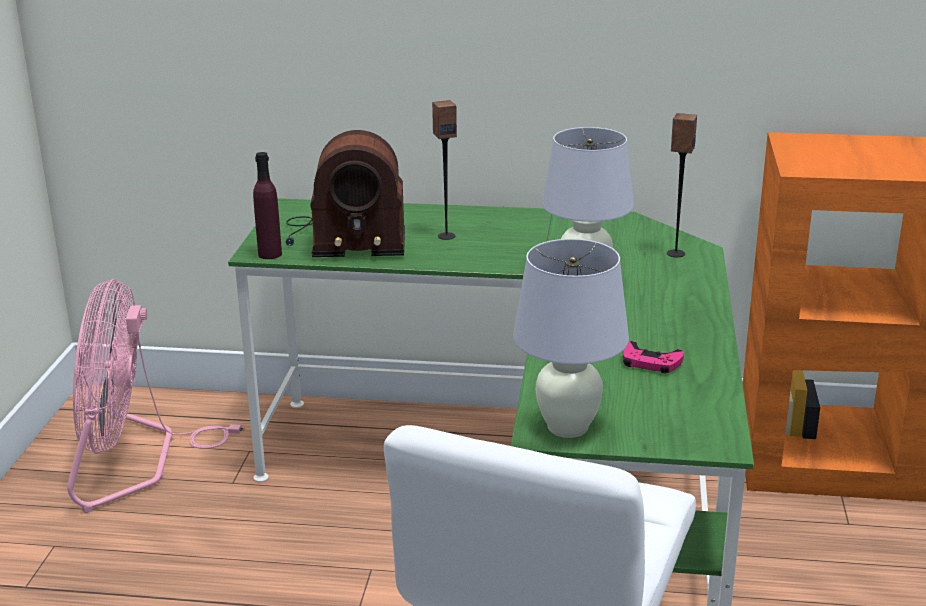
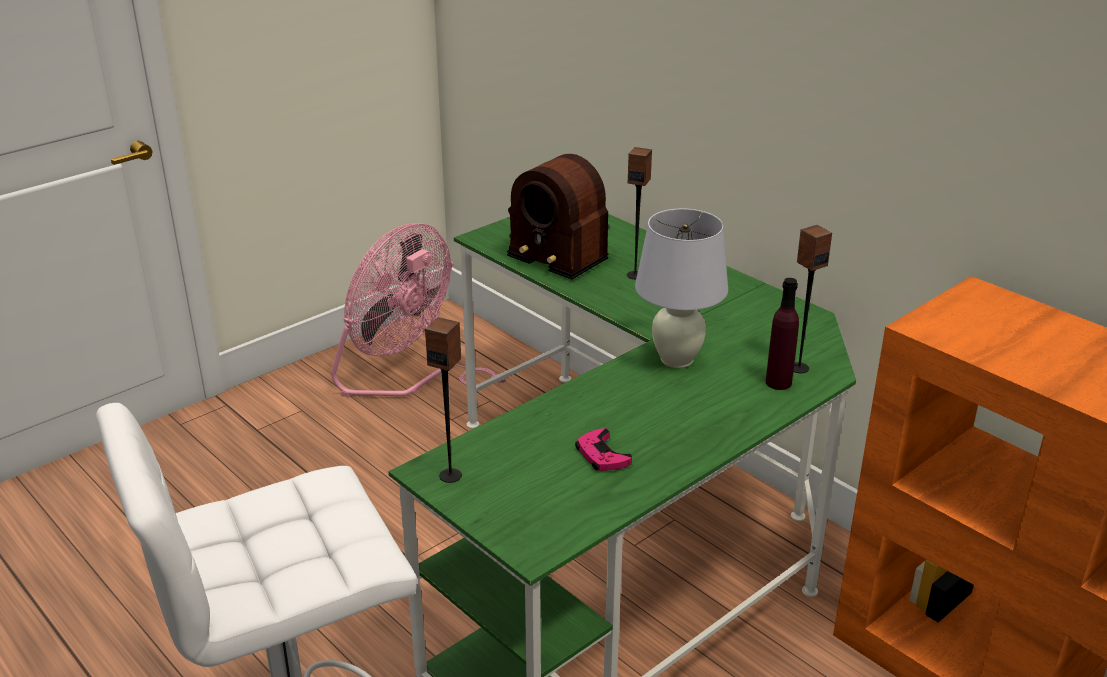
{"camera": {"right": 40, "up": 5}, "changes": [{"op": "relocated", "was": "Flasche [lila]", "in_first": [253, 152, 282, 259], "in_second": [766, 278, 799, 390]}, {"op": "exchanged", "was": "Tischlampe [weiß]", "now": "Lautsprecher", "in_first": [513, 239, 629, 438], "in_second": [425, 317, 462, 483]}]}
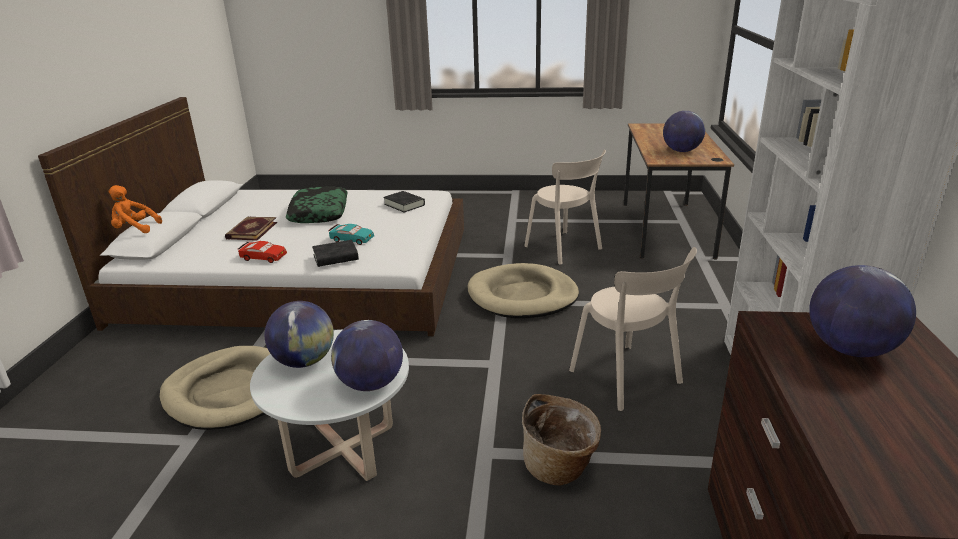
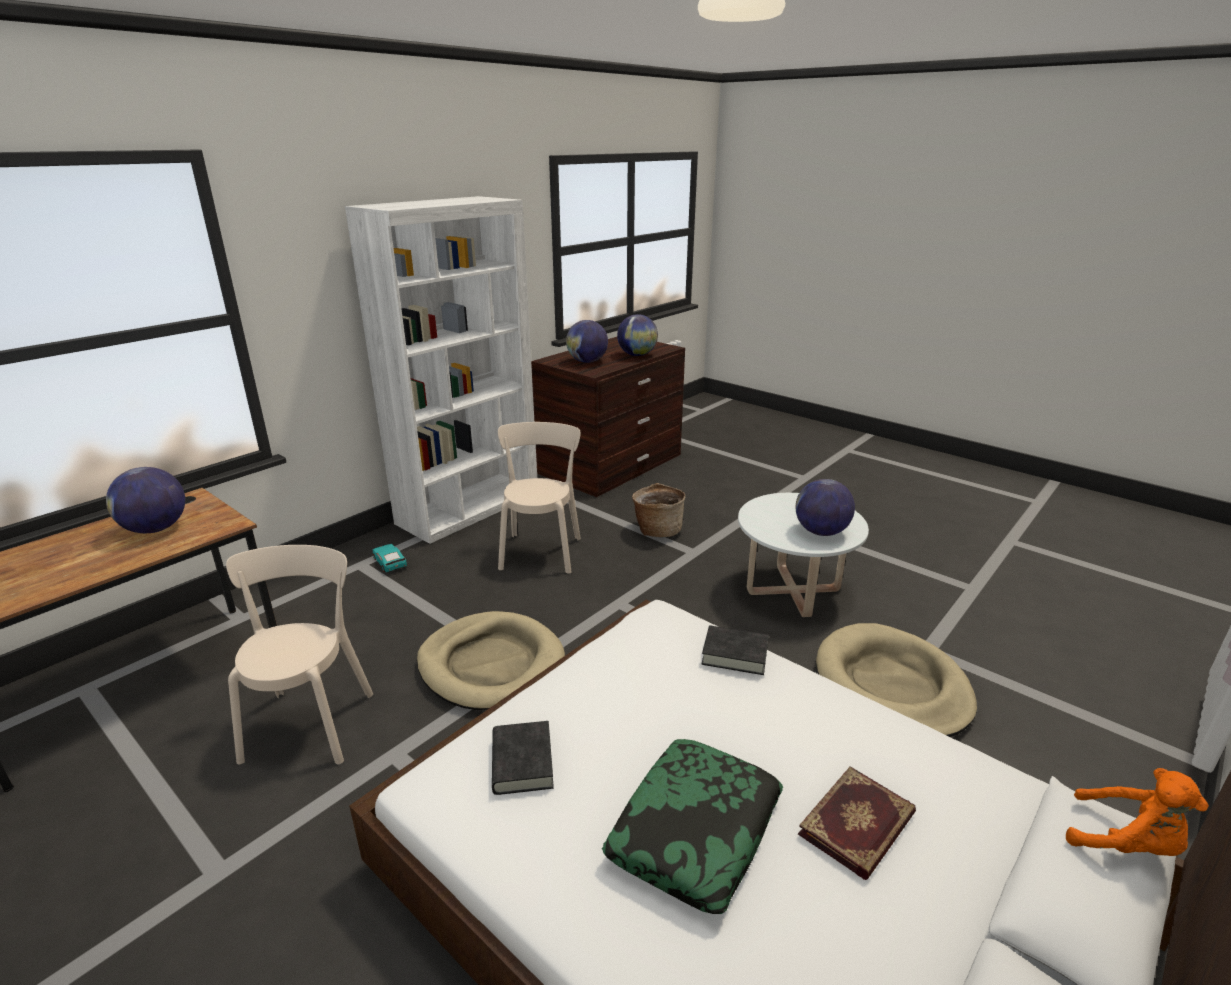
{"camera": {"right": -145, "up": 0}, "changes": [{"op": "missing", "was": "Spielzeugauto [rot]", "in_first": [238, 241, 287, 263]}, {"op": "relocated", "was": "Spielzeugauto [türkis]", "in_first": [328, 224, 374, 245], "in_second": [373, 544, 407, 572]}, {"op": "relocated", "was": "Globus", "in_first": [331, 320, 403, 391], "in_second": [617, 314, 658, 356]}]}
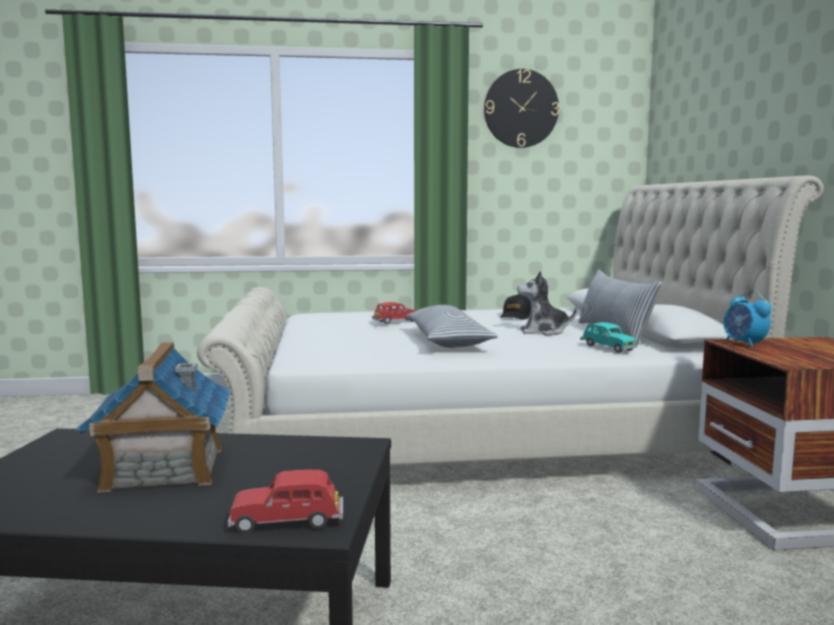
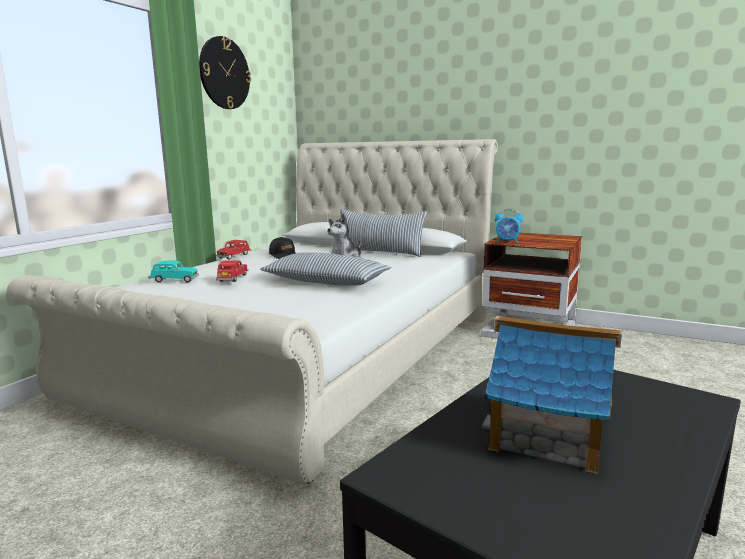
{"camera": {"right": -55, "up": 5}, "changes": [{"op": "relocated", "was": "Spielzeugauto [rot]", "in_first": [228, 470, 343, 533], "in_second": [216, 240, 251, 259]}, {"op": "relocated", "was": "Spielzeugauto [türkis]", "in_first": [580, 322, 637, 353], "in_second": [148, 261, 199, 282]}]}
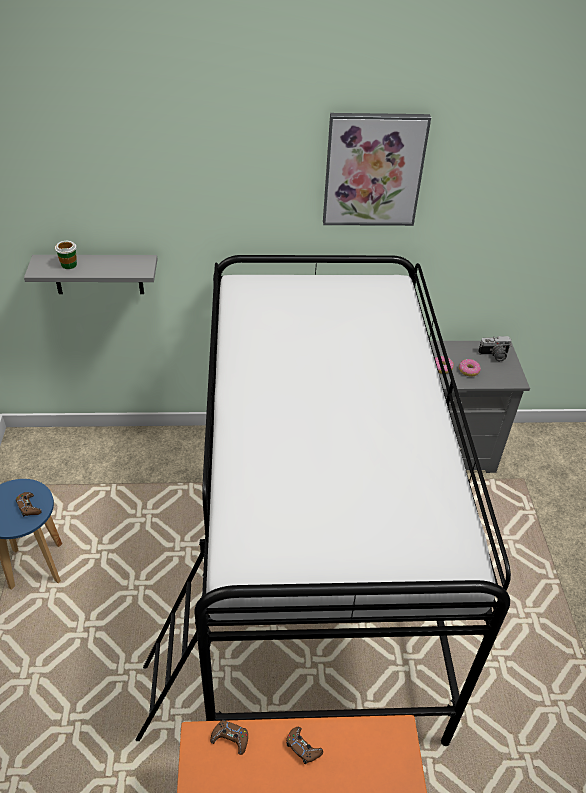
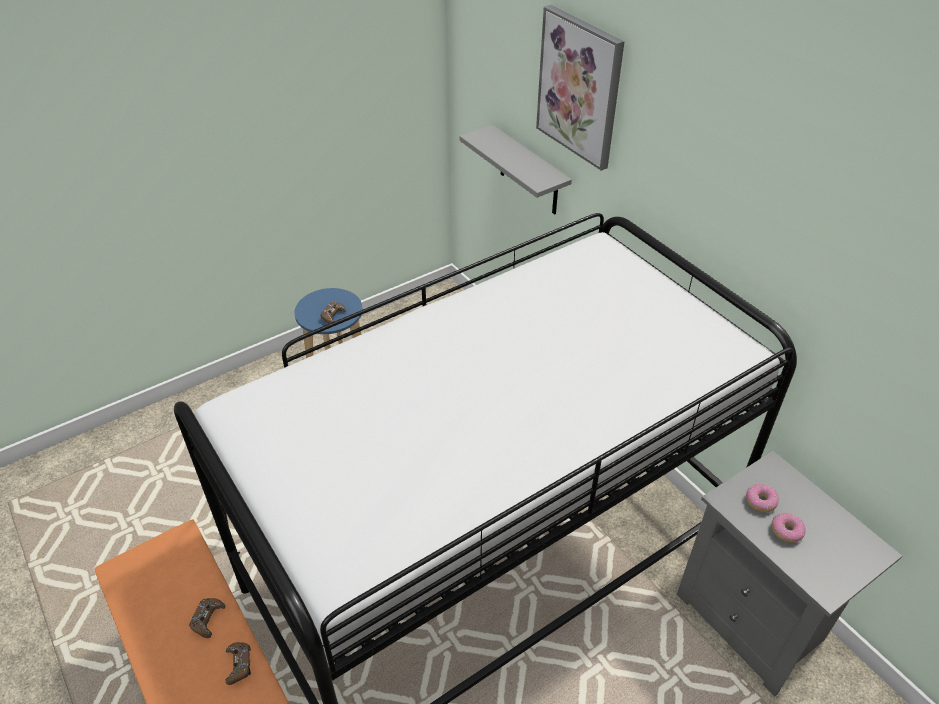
{"camera": {"right": 60, "up": 0}, "changes": [{"op": "missing", "was": "Tasse", "in_first": [55, 241, 77, 269]}, {"op": "missing", "was": "Kamera", "in_first": [478, 336, 512, 361]}, {"op": "relocated", "was": "Gamepad [braun]", "in_first": [210, 720, 248, 755], "in_second": [225, 642, 251, 685]}, {"op": "relocated", "was": "Bild", "in_first": [323, 113, 431, 226], "in_second": [536, 5, 625, 171]}]}
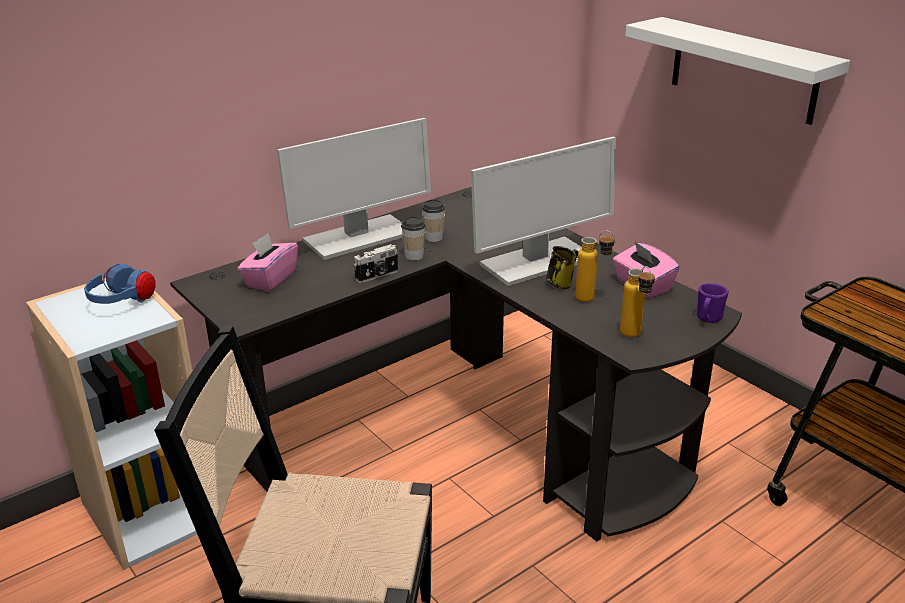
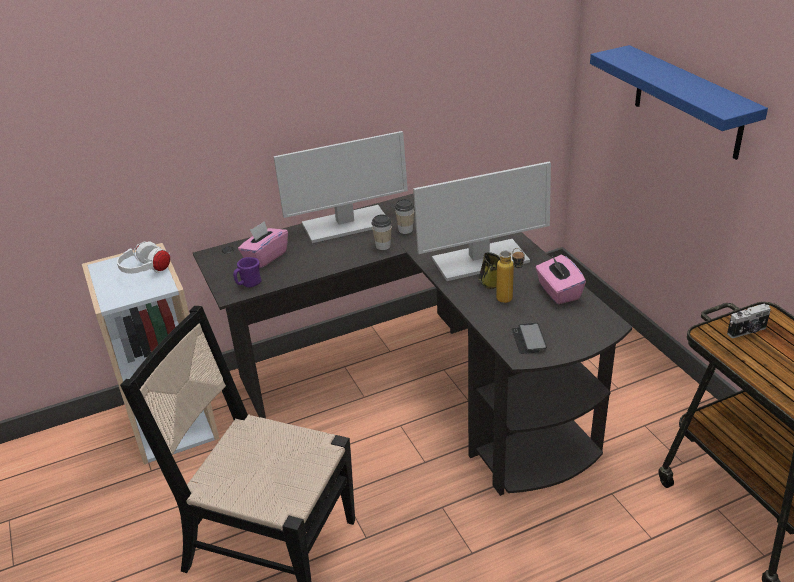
{"camera": {"right": 15, "up": 5}, "changes": [{"op": "relocated", "was": "Kamera", "in_first": [354, 244, 398, 283], "in_second": [727, 304, 771, 338]}, {"op": "relocated", "was": "Henkelbecher [lila]", "in_first": [697, 284, 729, 323], "in_second": [233, 257, 262, 288]}, {"op": "exchanged", "was": "Flasche", "now": "Handy", "in_first": [620, 266, 655, 337], "in_second": [512, 323, 547, 354]}, {"op": "colour", "was": "Kopfhörer [blau]", "now": "Kopfhörer [weiß]", "in_first": [84, 264, 155, 304], "in_second": [117, 241, 170, 274]}, {"op": "colour", "was": "Wandregal [weiß]", "now": "Wandregal [blau]", "in_first": [625, 17, 850, 125], "in_second": [590, 45, 768, 160]}]}
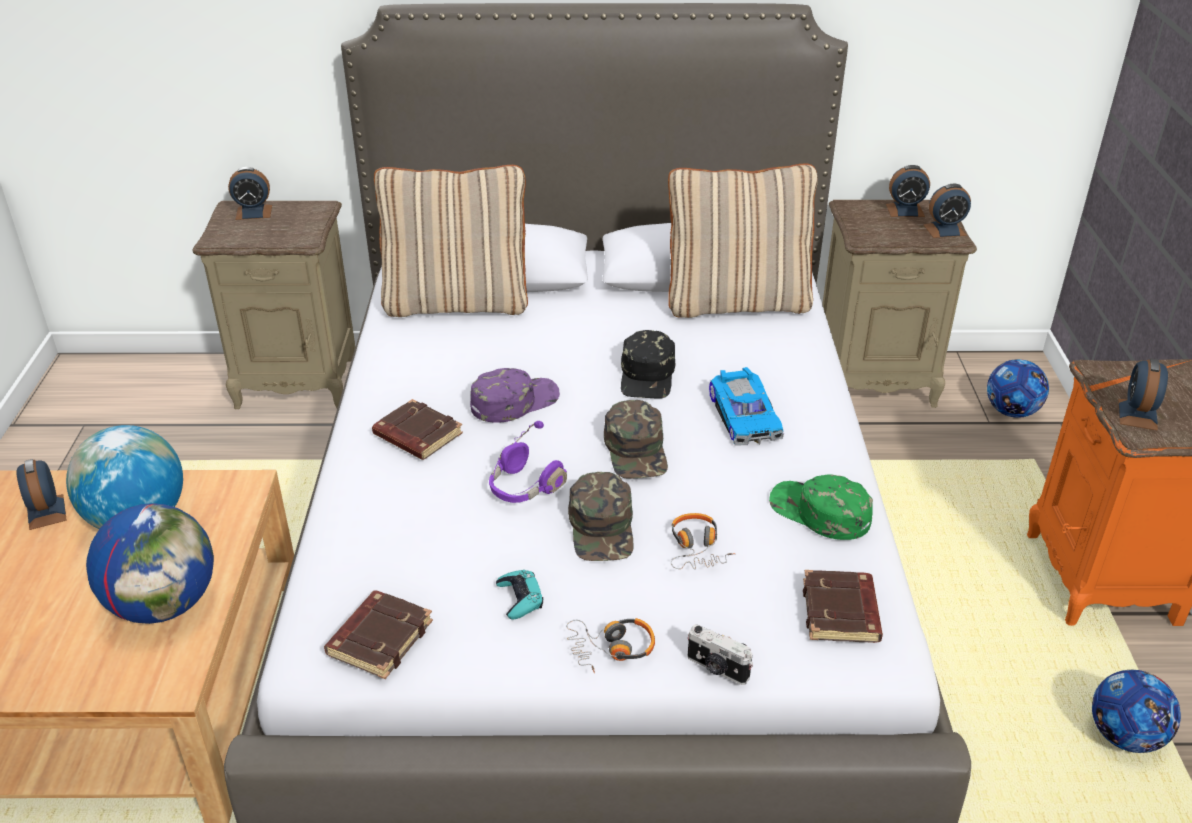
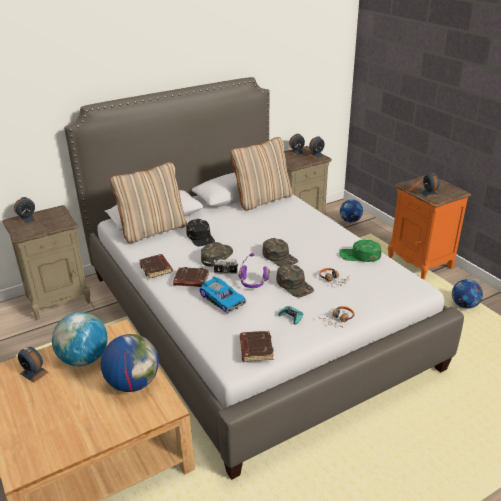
{"camera": {"right": -30, "up": -5}, "changes": [{"op": "relocated", "was": "Kappe [schwarz]", "in_first": [621, 330, 675, 398], "in_second": [186, 219, 215, 247]}, {"op": "relocated", "was": "Kamera", "in_first": [687, 624, 753, 685], "in_second": [213, 259, 238, 274]}, {"op": "relocated", "was": "Spielzeugauto", "in_first": [709, 367, 784, 446], "in_second": [200, 276, 246, 313]}, {"op": "relocated", "was": "Buch [braun]", "in_first": [803, 570, 883, 643], "in_second": [139, 254, 173, 279]}, {"op": "colour", "was": "Kappe [lila]", "now": "Kappe [grün]", "in_first": [470, 368, 560, 423], "in_second": [201, 242, 233, 267]}]}
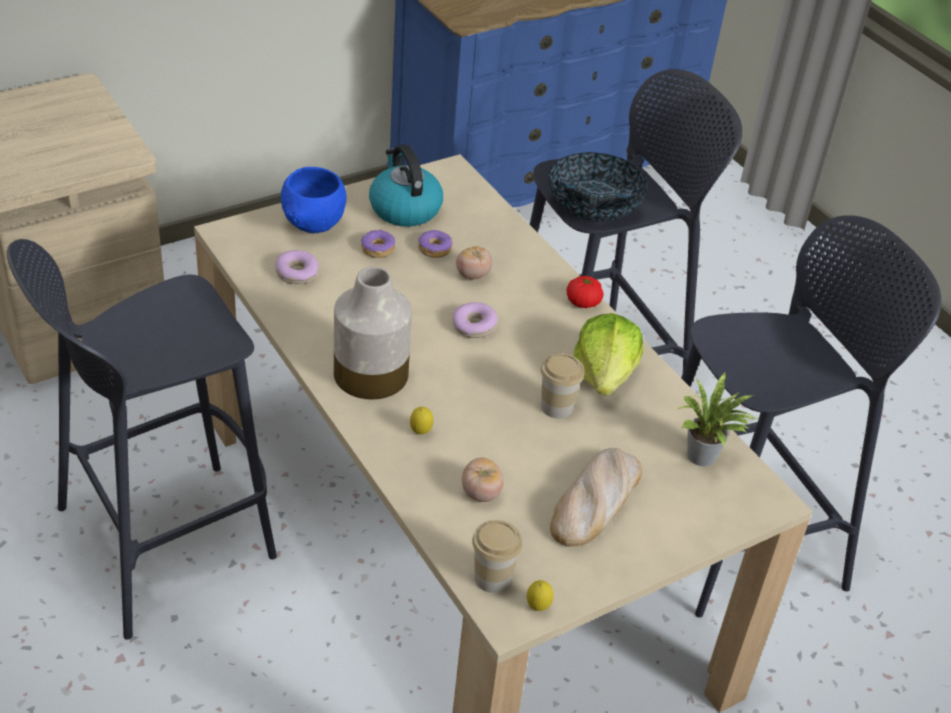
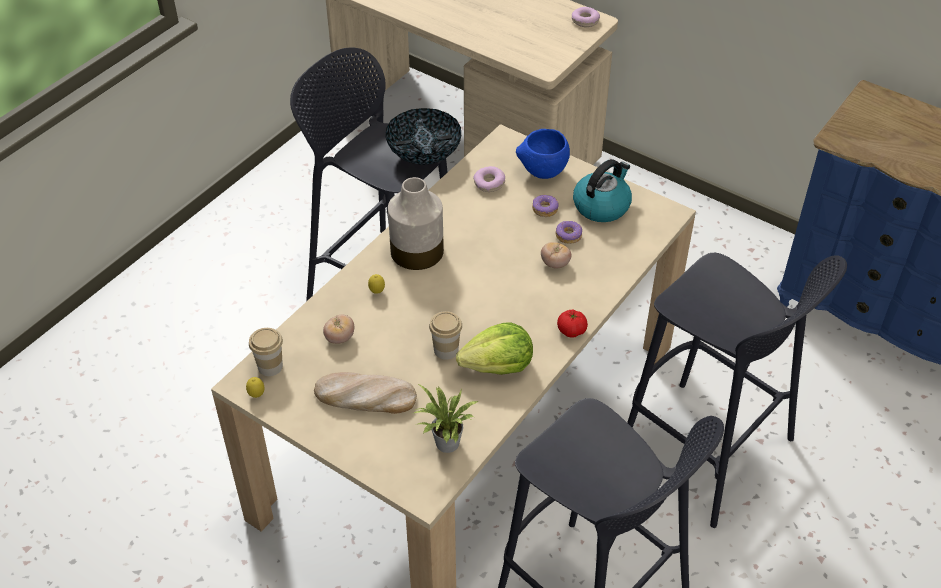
{"camera": {"right": 70, "up": 5}, "changes": [{"op": "relocated", "was": "Donut", "in_first": [453, 302, 498, 338], "in_second": [572, 7, 600, 27]}, {"op": "relocated", "was": "Schüssel", "in_first": [548, 152, 647, 221], "in_second": [385, 108, 461, 165]}]}
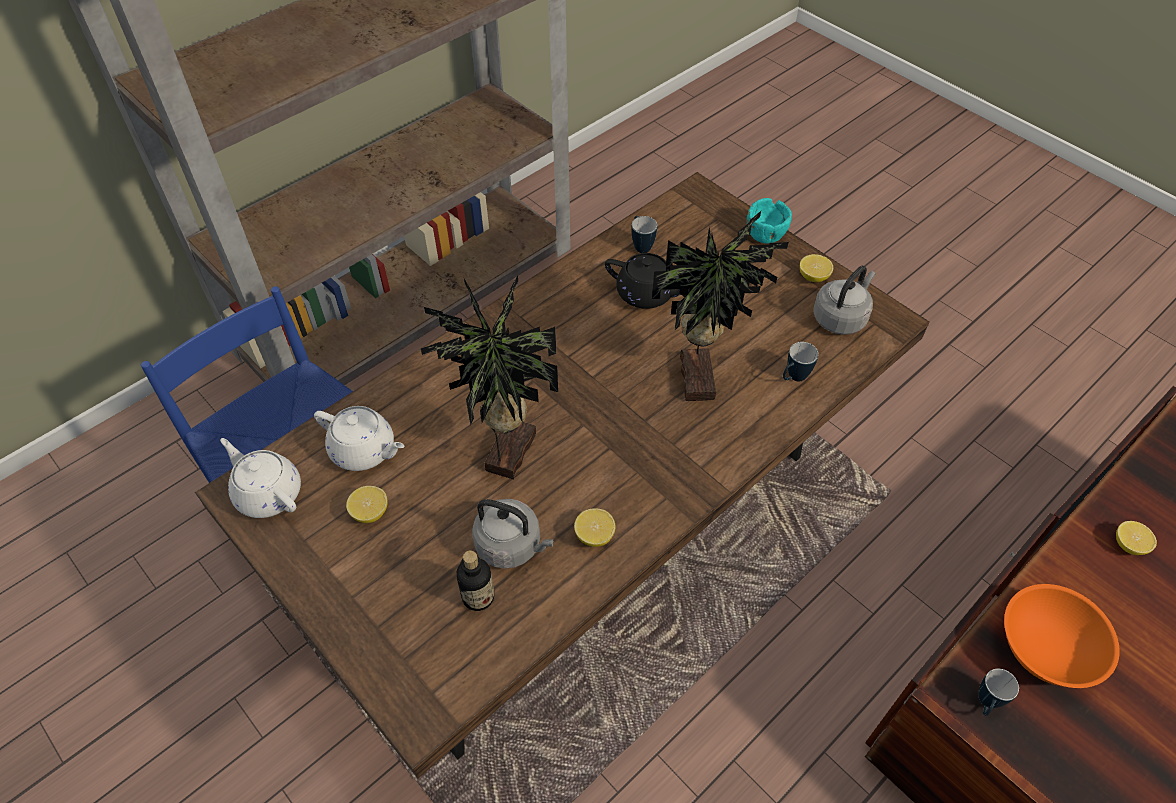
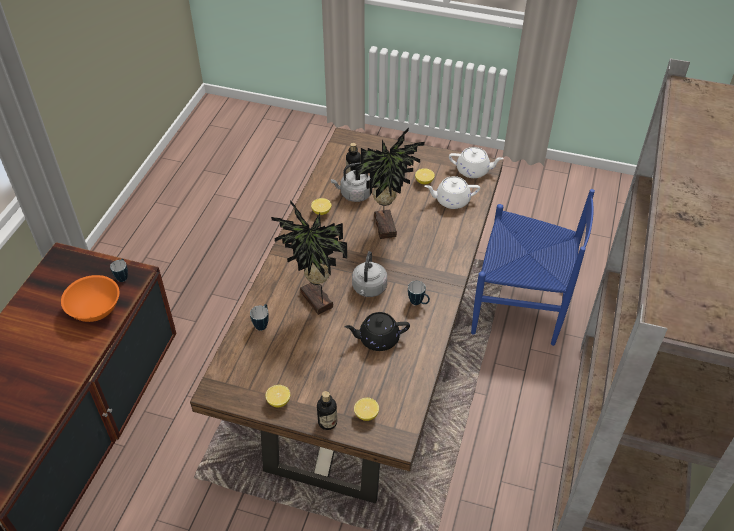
{"camera": {"right": 150, "up": -5}, "changes": [{"op": "relocated", "was": "Henkelbecher", "in_first": [631, 216, 657, 253], "in_second": [408, 281, 430, 305]}, {"op": "relocated", "was": "Wasserkessel [grau]", "in_first": [813, 266, 875, 335], "in_second": [352, 251, 387, 297]}, {"op": "relocated", "was": "Zitrone", "in_first": [1116, 521, 1157, 555], "in_second": [354, 398, 379, 421]}, {"op": "exchanged", "was": "Schüssel [türkis]", "now": "Flasche", "in_first": [747, 198, 792, 244], "in_second": [317, 391, 337, 430]}]}
